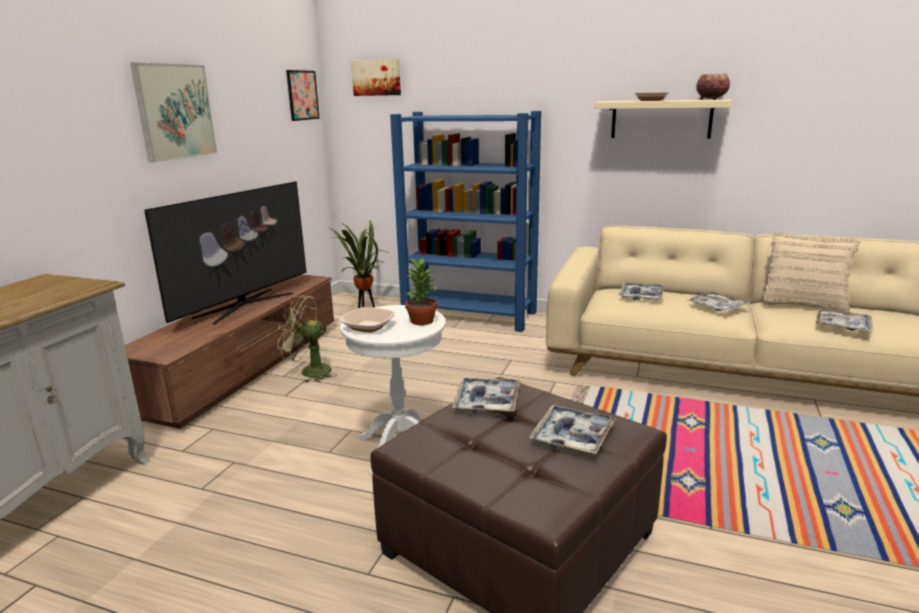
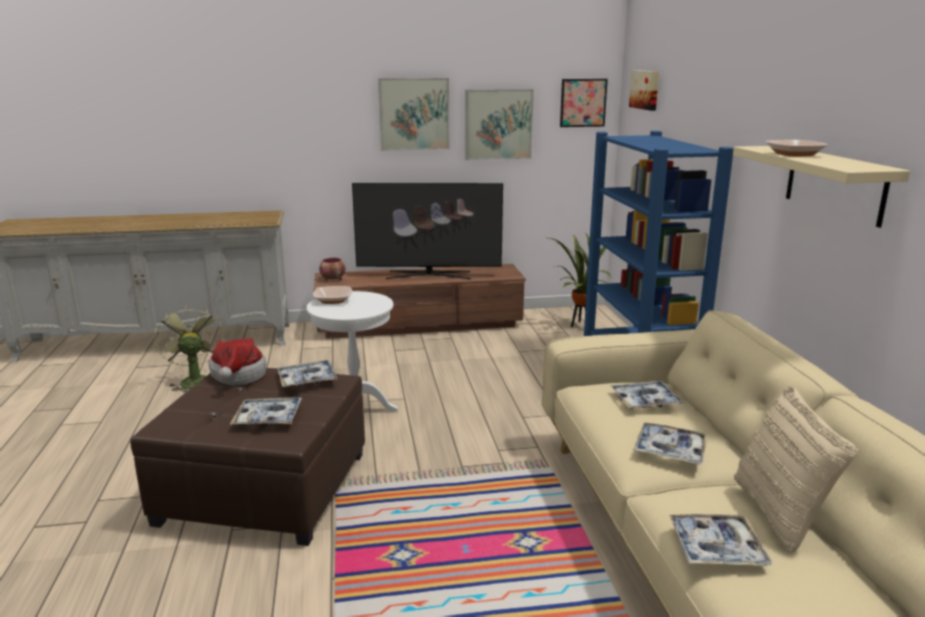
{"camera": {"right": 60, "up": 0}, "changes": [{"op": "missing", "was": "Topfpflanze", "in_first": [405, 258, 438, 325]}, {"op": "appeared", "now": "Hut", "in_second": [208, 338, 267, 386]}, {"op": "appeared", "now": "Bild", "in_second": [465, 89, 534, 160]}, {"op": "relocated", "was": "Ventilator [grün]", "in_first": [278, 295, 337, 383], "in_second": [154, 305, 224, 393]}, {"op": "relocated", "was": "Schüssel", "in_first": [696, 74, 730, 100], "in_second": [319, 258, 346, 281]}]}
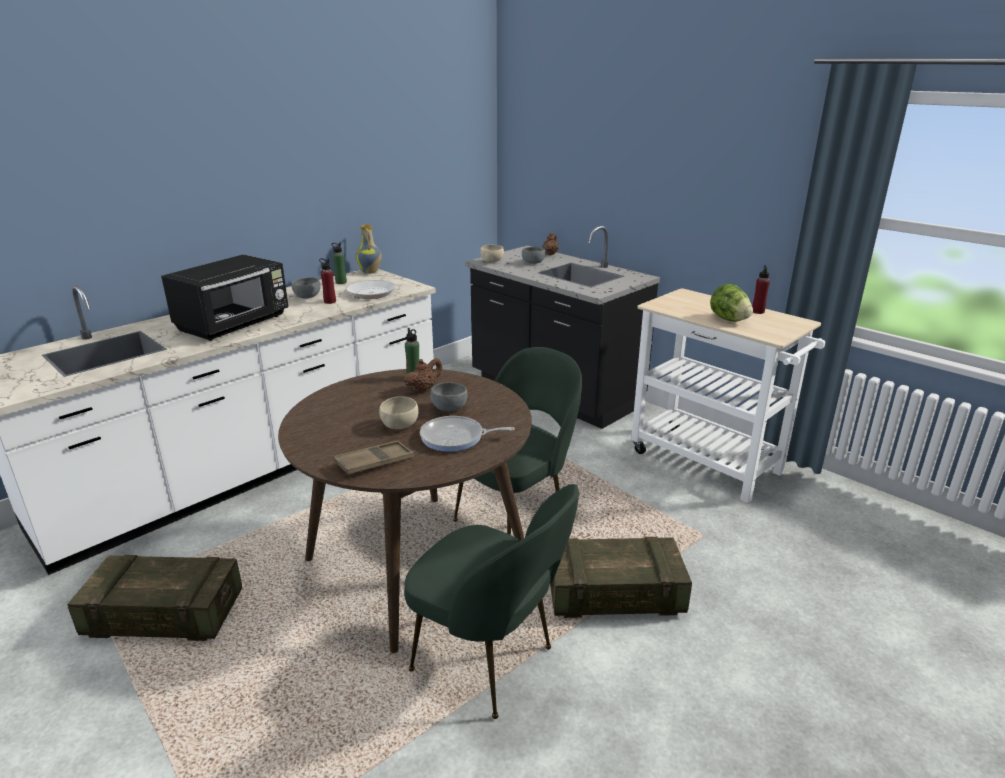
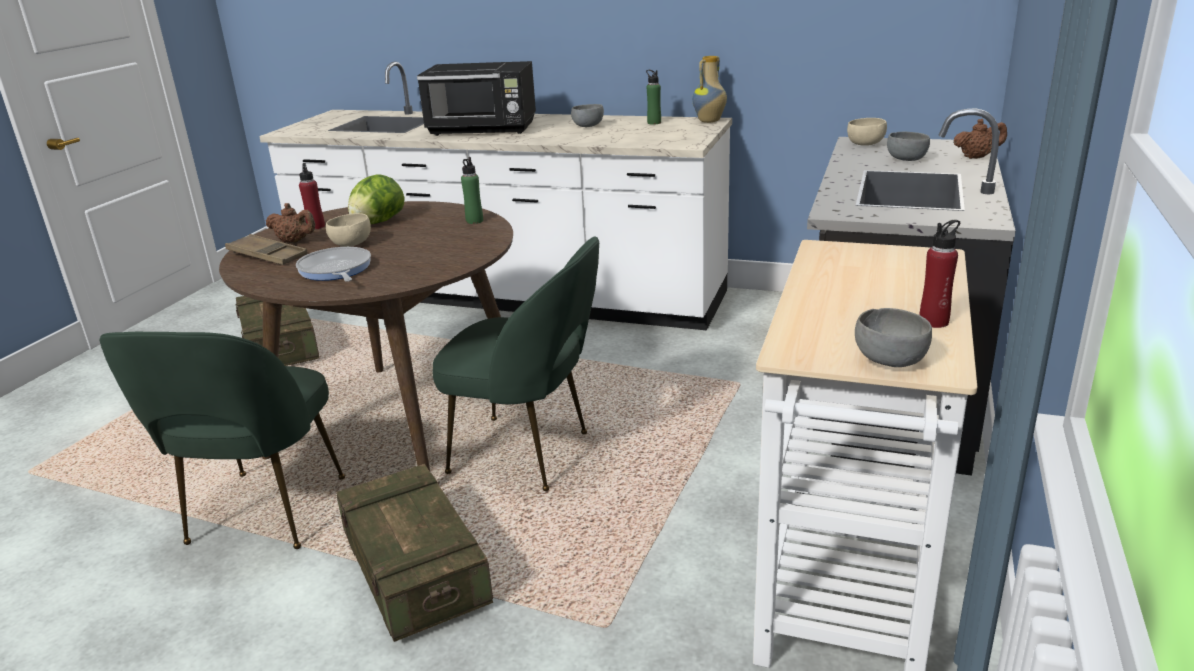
{"camera": {"right": 65, "up": 0}, "changes": [{"op": "missing", "was": "Pfanne", "in_first": [346, 274, 395, 299]}, {"op": "relocated", "was": "Flasche [rot]", "in_first": [319, 258, 336, 304], "in_second": [299, 163, 325, 230]}, {"op": "relocated", "was": "Teekanne [braun]", "in_first": [404, 358, 442, 392], "in_second": [266, 203, 315, 243]}, {"op": "relocated", "was": "Schüssel [grau]", "in_first": [430, 382, 467, 411], "in_second": [855, 308, 932, 367]}, {"op": "relocated", "was": "Salatkopf", "in_first": [710, 284, 753, 322], "in_second": [348, 174, 404, 224]}]}
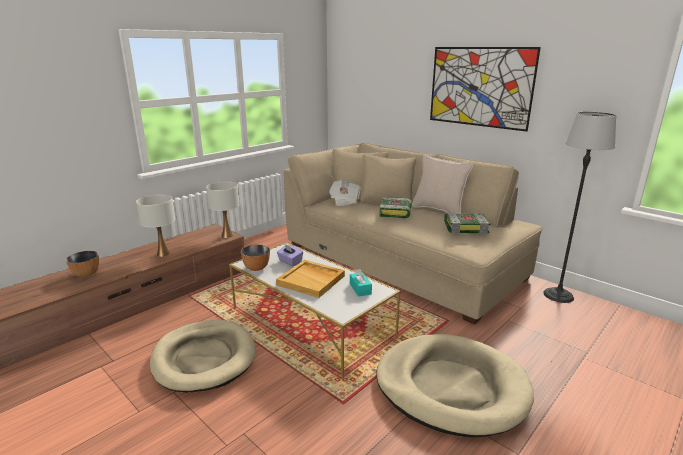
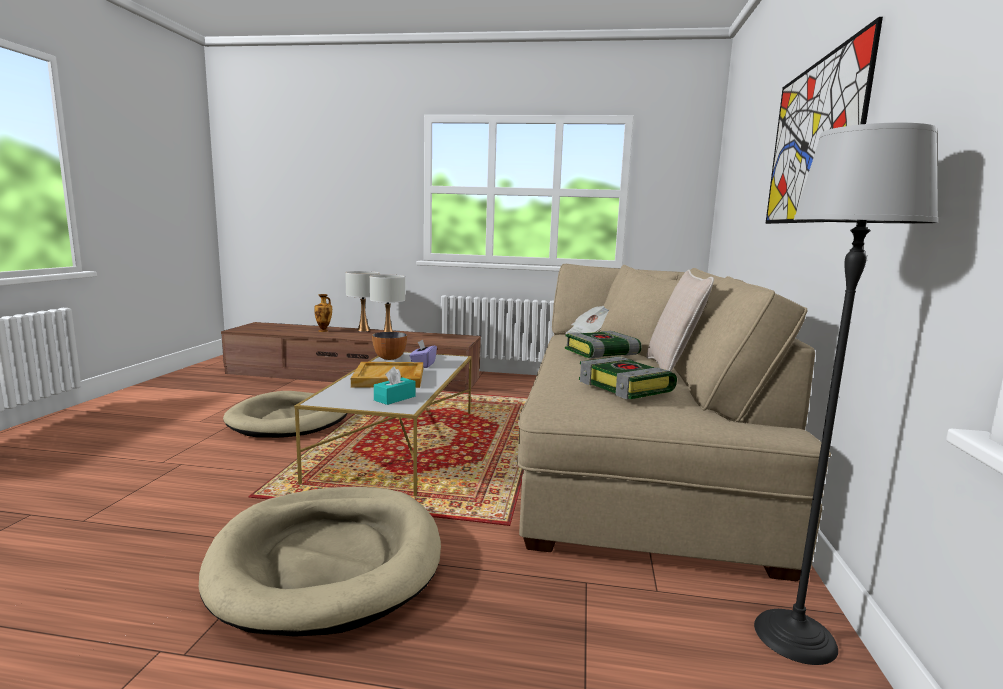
{"camera": {"right": 55, "up": -10}, "changes": [{"op": "relocated", "was": "Tischlampe [weiß]", "in_first": [206, 181, 239, 238], "in_second": [345, 271, 379, 332]}, {"op": "exchanged", "was": "Schüssel", "now": "Vase", "in_first": [66, 251, 99, 277], "in_second": [314, 294, 332, 332]}]}
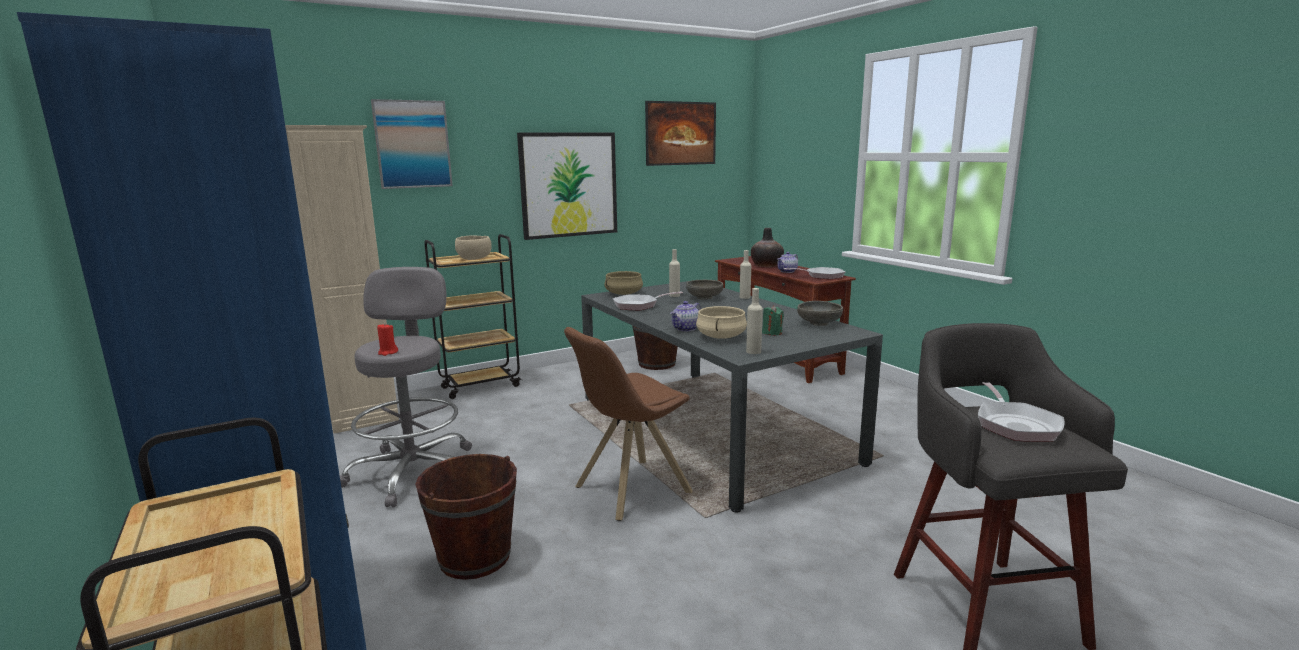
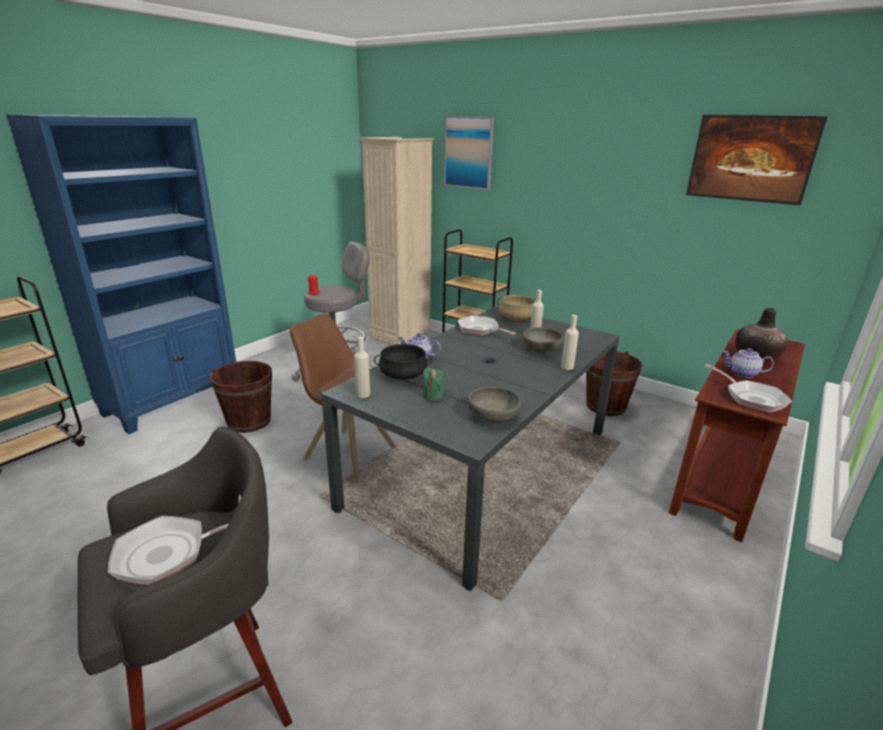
{"camera": {"right": 65, "up": 10}, "changes": [{"op": "missing", "was": "Schüssel [beige]", "in_first": [455, 235, 492, 260]}, {"op": "missing", "was": "Bild", "in_first": [517, 133, 617, 240]}, {"op": "colour", "was": "Kochtopf [beige]", "now": "Kochtopf [schwarz]", "in_first": [696, 306, 747, 339], "in_second": [374, 344, 432, 380]}]}
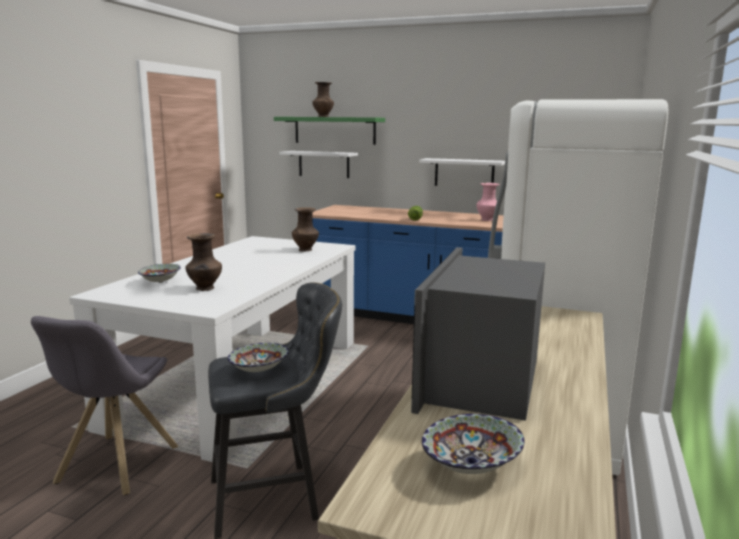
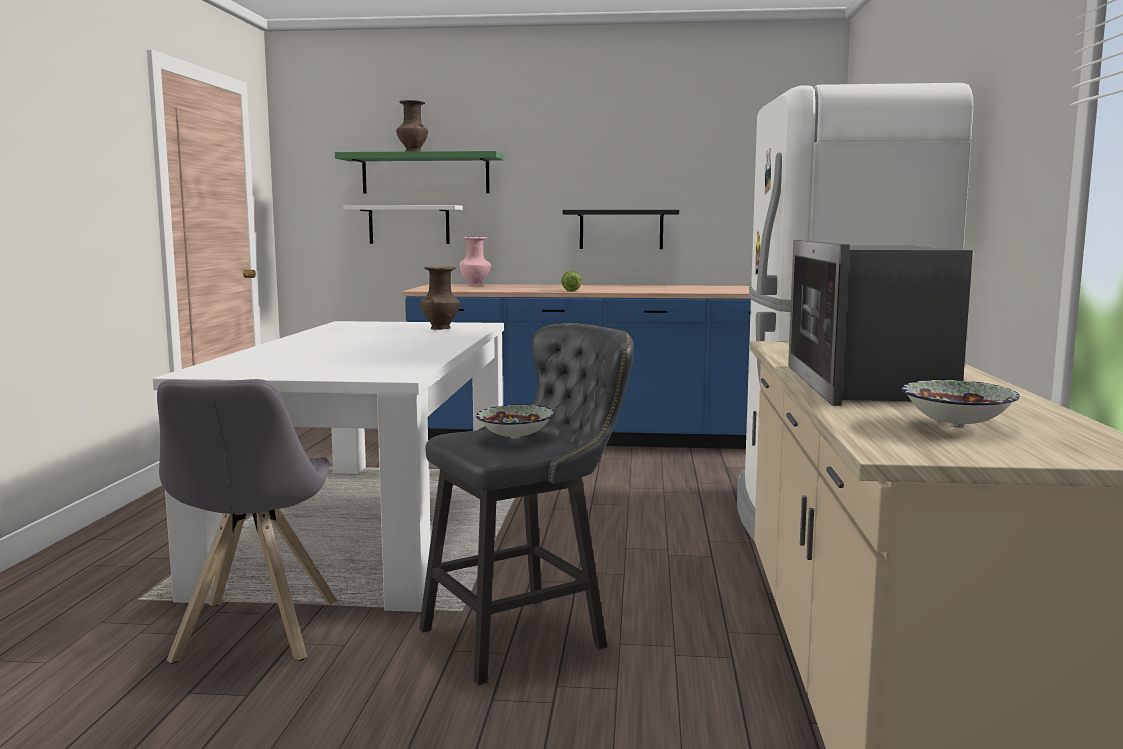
{"camera": {"right": -15, "up": -5}, "changes": [{"op": "missing", "was": "Schüssel", "in_first": [138, 264, 181, 283]}, {"op": "missing", "was": "Vase [braun]", "in_first": [185, 233, 222, 291]}, {"op": "relocated", "was": "Vase [rosa]", "in_first": [477, 183, 499, 221], "in_second": [459, 237, 491, 286]}, {"op": "colour", "was": "Wandregal [weiß]", "now": "Wandregal [schwarz]", "in_first": [419, 158, 505, 186], "in_second": [562, 210, 679, 249]}]}
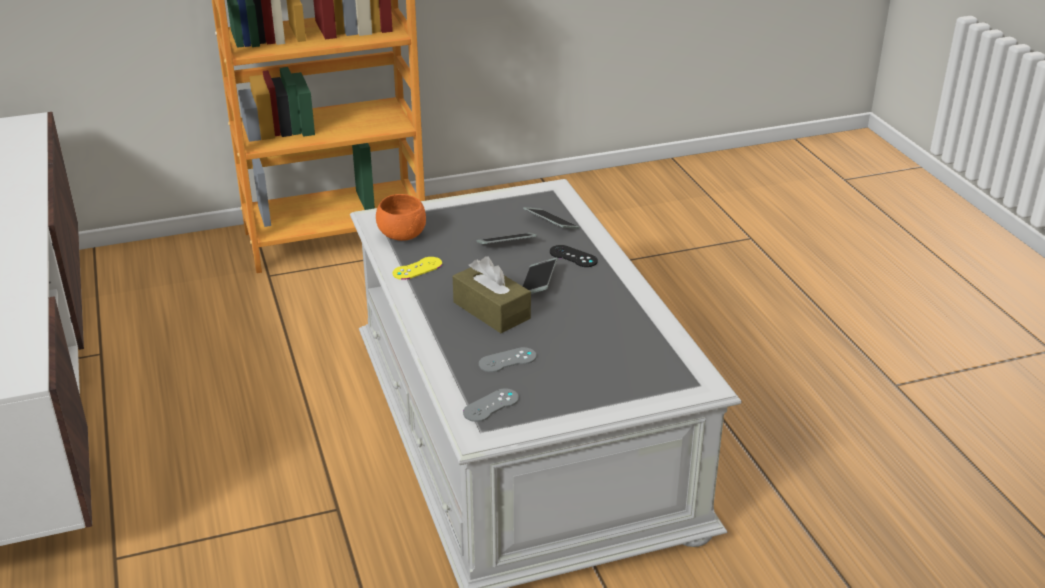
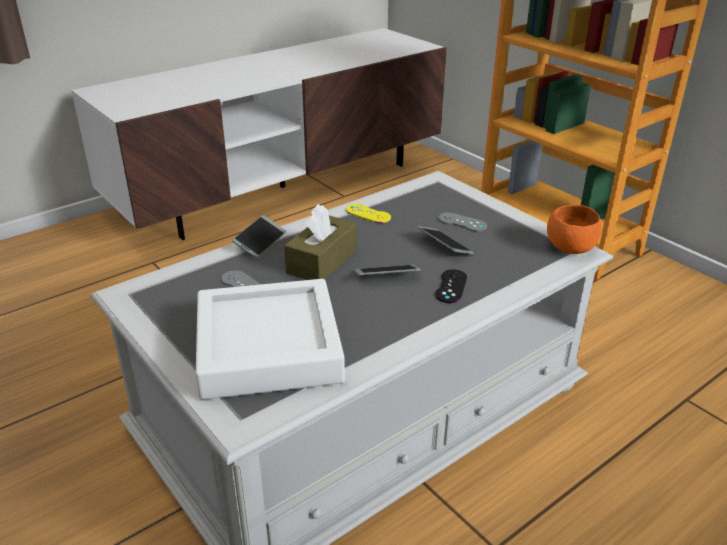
{"camera": {"right": 70, "up": 0}, "changes": [{"op": "appeared", "now": "Tablett [weiß]", "in_second": [196, 279, 345, 400]}, {"op": "relocated", "was": "Schüssel [orange]", "in_first": [376, 194, 426, 241], "in_second": [547, 205, 602, 254]}, {"op": "relocated", "was": "Gamepad [grau]", "in_first": [463, 389, 519, 422], "in_second": [438, 212, 487, 232]}, {"op": "relocated", "was": "Handy", "in_first": [523, 207, 579, 229], "in_second": [232, 215, 286, 258]}]}
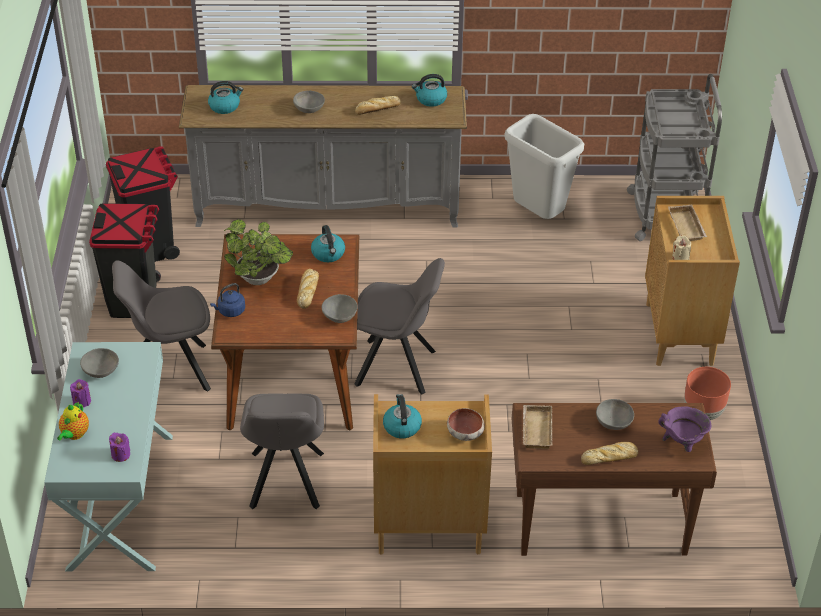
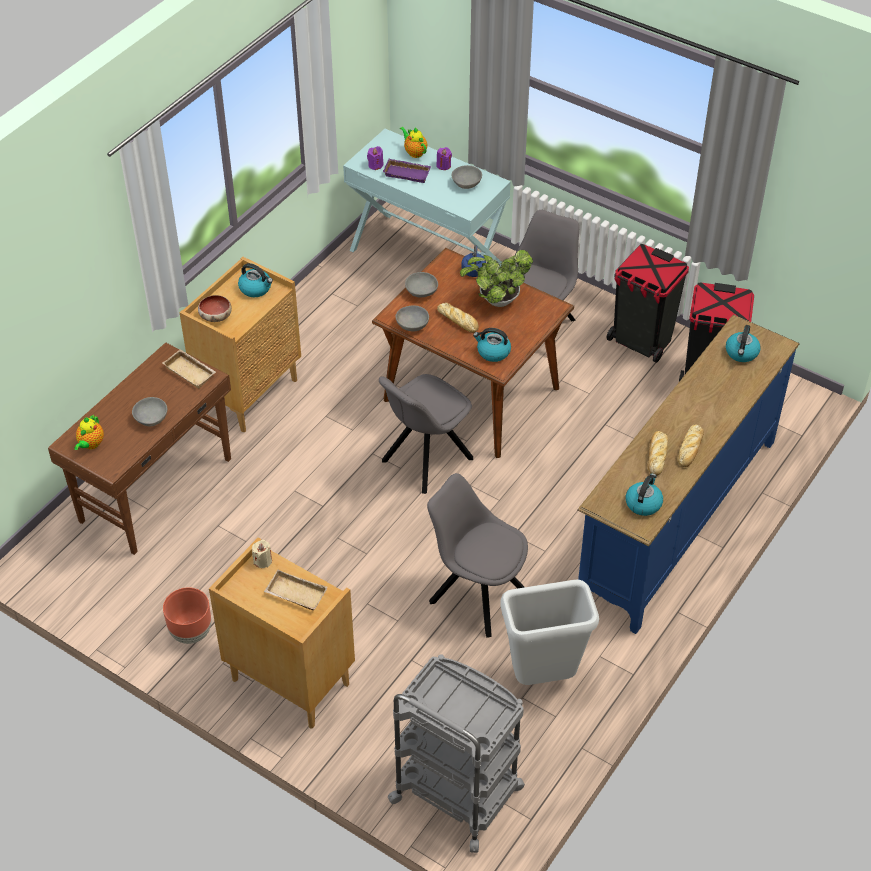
{"camera": {"right": 125, "up": 5}, "changes": [{"op": "appeared", "now": "Tablett [lila]", "in_second": [383, 159, 431, 183]}, {"op": "relocated", "was": "Stuhl [grau]", "in_first": [240, 393, 324, 509], "in_second": [427, 473, 528, 637]}, {"op": "relocated", "was": "Schüssel [grau]", "in_first": [293, 91, 325, 113], "in_second": [405, 272, 438, 298]}, {"op": "relocated", "was": "Brot", "in_first": [581, 442, 638, 465], "in_second": [678, 424, 704, 467]}, {"op": "exchanged", "was": "Kochtopf [lila]", "now": "Teekanne", "in_first": [658, 406, 711, 452], "in_second": [74, 415, 104, 450]}, {"op": "colour", "was": "Kommode [grau]", "now": "Kommode [blau]", "in_first": [179, 85, 467, 227], "in_second": [577, 314, 799, 634]}]}
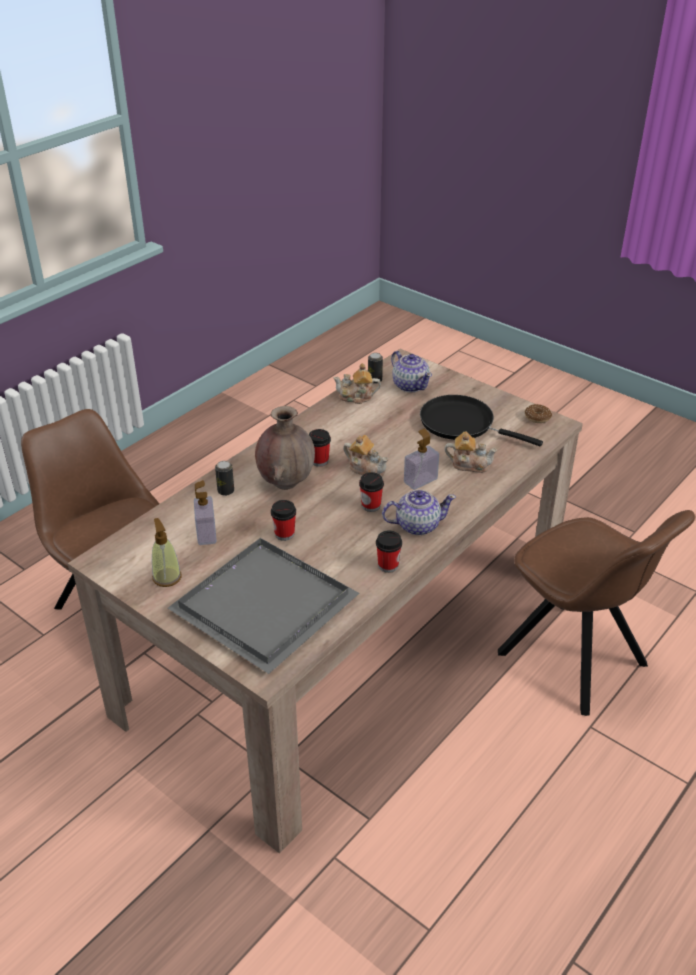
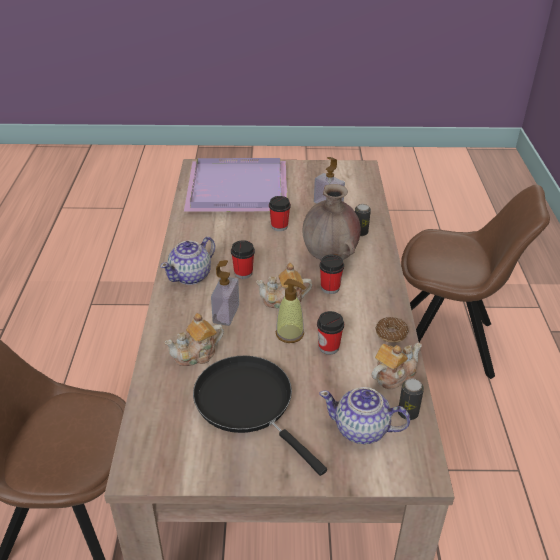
{"camera": {"right": 140, "up": 0}, "changes": [{"op": "relocated", "was": "Seifenspender", "in_first": [152, 518, 182, 587], "in_second": [276, 279, 306, 343]}, {"op": "relocated", "was": "Tasse", "in_first": [376, 531, 402, 573], "in_second": [317, 311, 344, 354]}, {"op": "relocated", "was": "Donut", "in_first": [525, 404, 552, 423], "in_second": [376, 317, 409, 343]}, {"op": "colour", "was": "Tablett [grau]", "now": "Tablett [lila]", "in_first": [168, 538, 360, 674], "in_second": [184, 158, 287, 212]}, {"op": "spun", "was": "Pfanne [schwarz]", "in_first": [420, 395, 543, 446], "in_second": [193, 356, 327, 476], "clockwise": -120}]}
